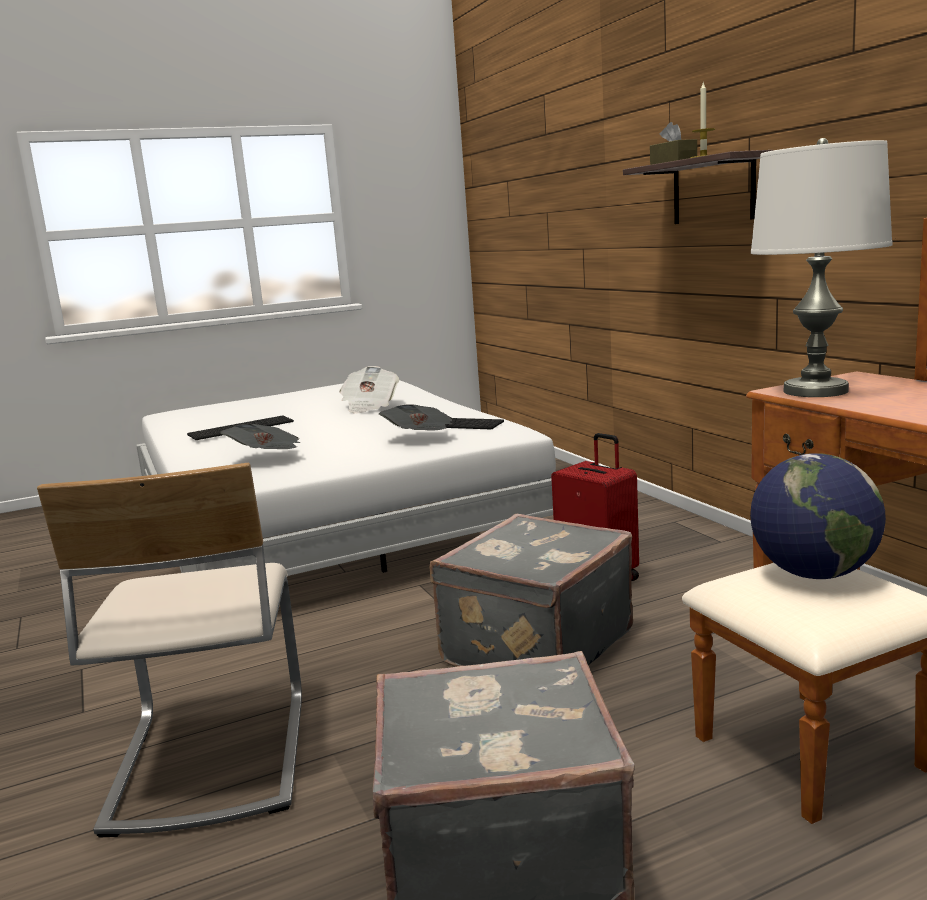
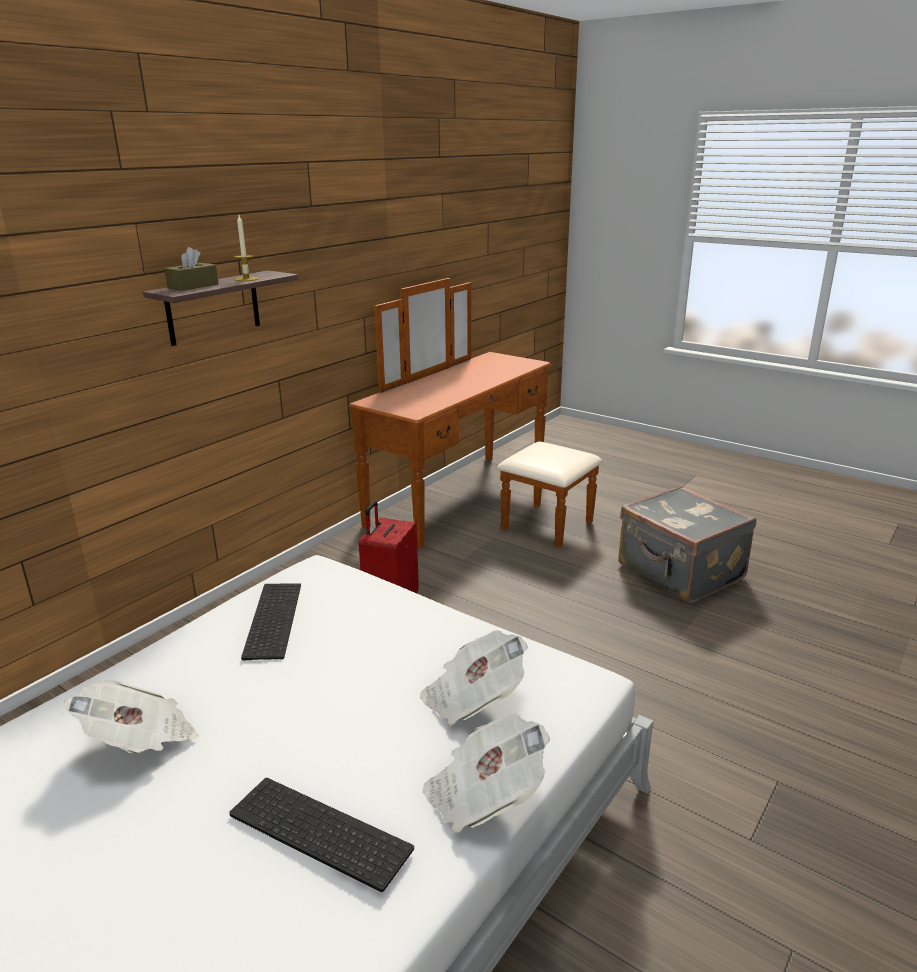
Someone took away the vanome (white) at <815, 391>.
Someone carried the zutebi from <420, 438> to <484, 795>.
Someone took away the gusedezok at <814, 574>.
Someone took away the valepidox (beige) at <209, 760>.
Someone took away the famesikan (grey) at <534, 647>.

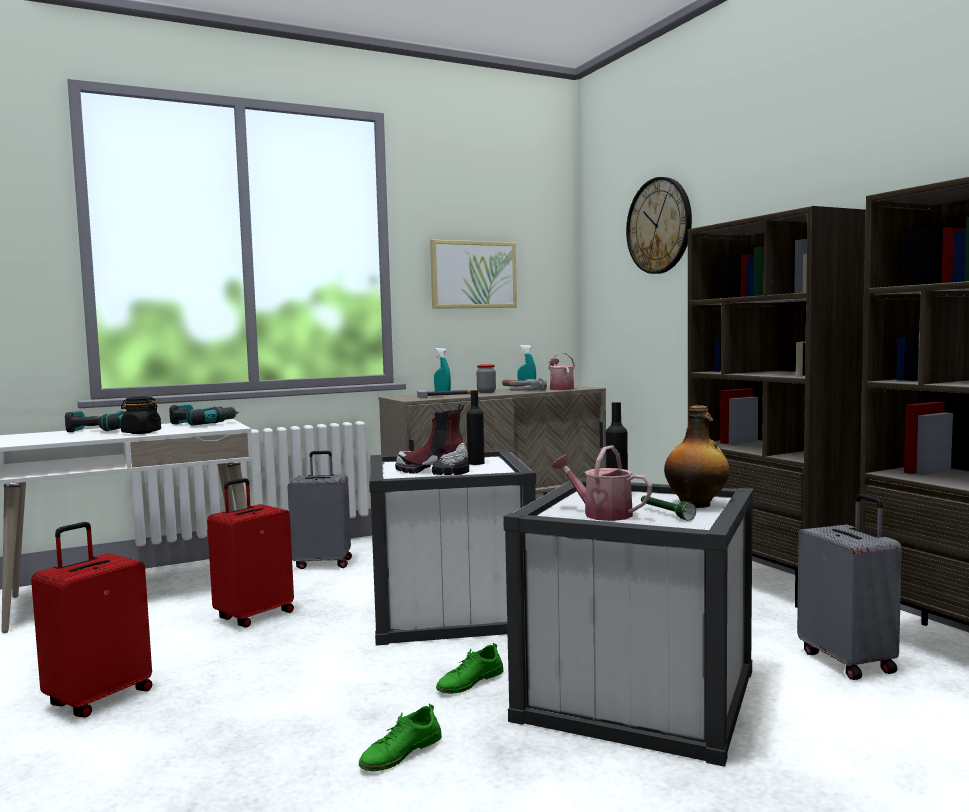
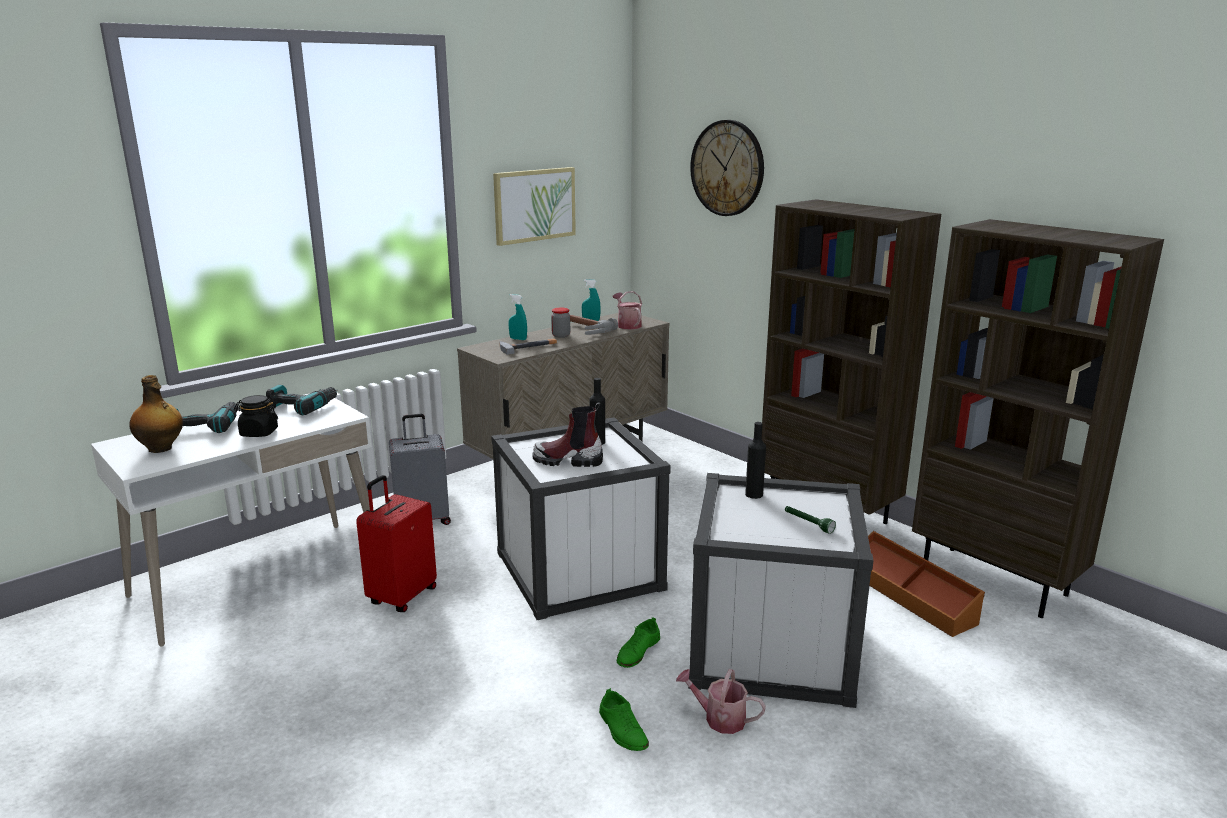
Someone carried the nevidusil from <696, 504> to <161, 448>.
Someone carried the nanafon from <601, 514> to <719, 718>.
Someone swapped the famesikan (grey) at <849, 661> for the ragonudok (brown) at <909, 595>.
Someone took away the famesikan (red) at <98, 698>.
Someone rotated the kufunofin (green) at <400, 752> by 60 degrees counterclockwise.

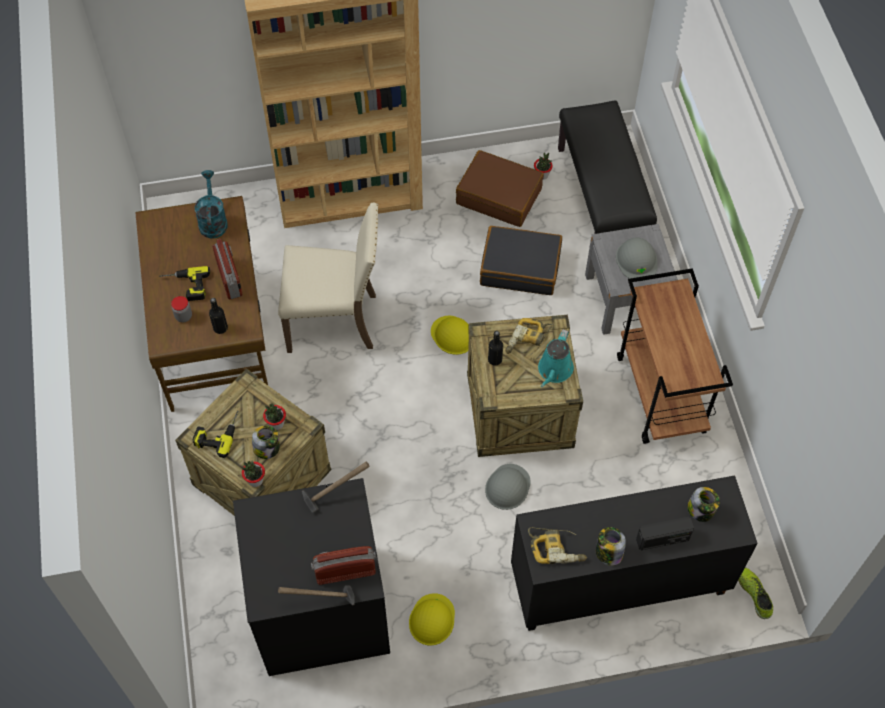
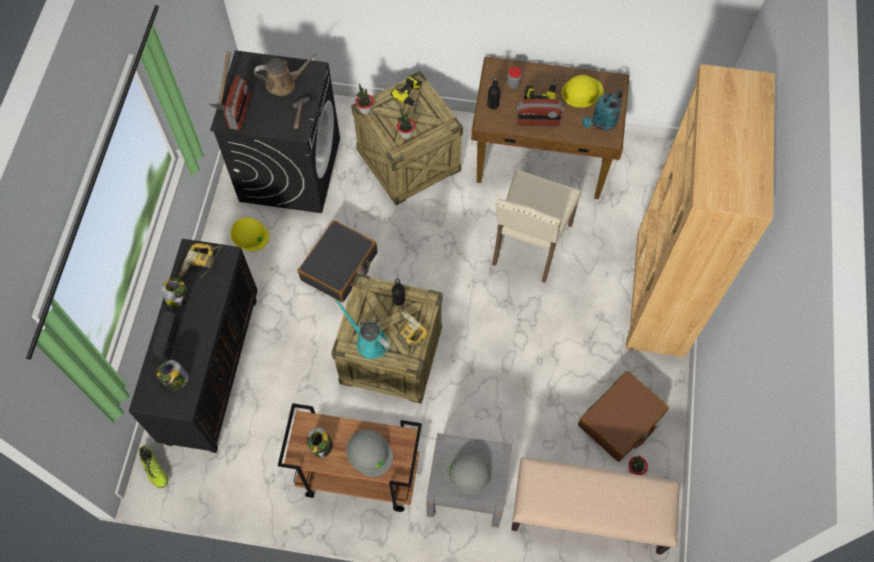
Someone repainted the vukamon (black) at <602, 200>, which became the vukamon (beige) at <587, 515>.
Someone rotated the nanafon (turquoise) at <212, 220> by 120 degrees clockwise.
Someone carried the famesikan (black) from <520, 267> to <339, 267>.
Someone carried the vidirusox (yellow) from <453, 335> to <582, 92>.
Someone carried the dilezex from <267, 448> to <321, 446>.
Someone carried the vidirusox (grey) from <507, 487> to <369, 452>.
Someone rotated the kufunofin at <754, 594> by 60 degrees clockwise.
Someone put down the nanafon (brown) at <284, 83>.

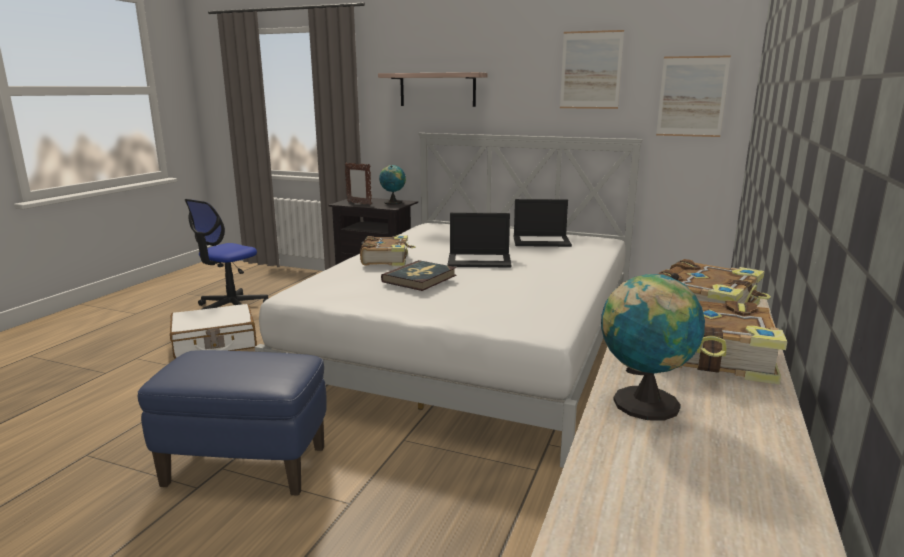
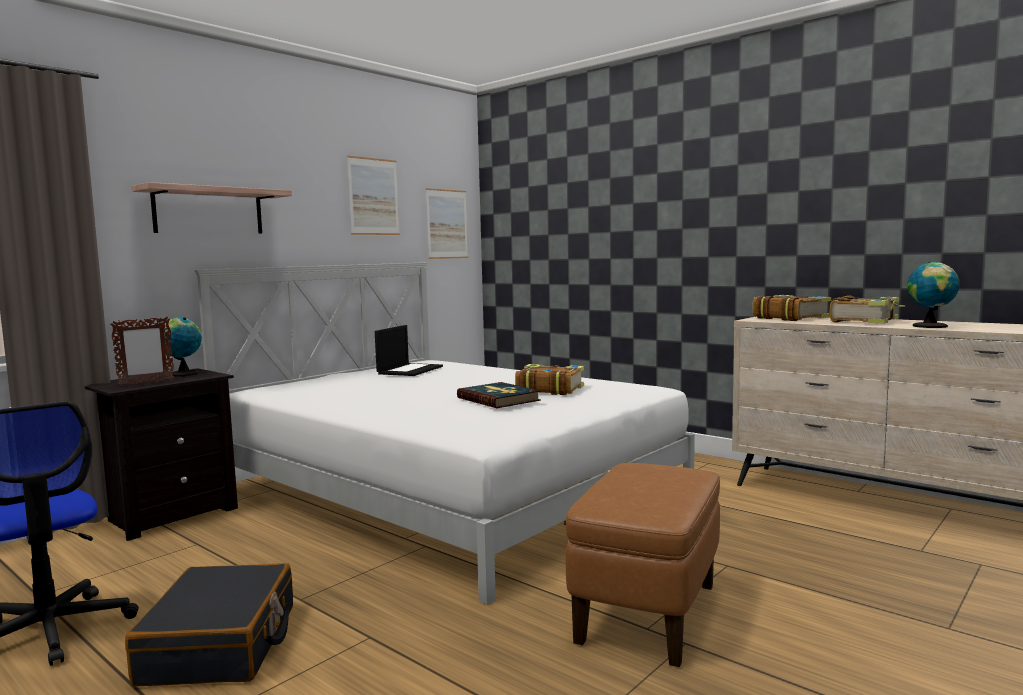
Someone took away the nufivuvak at <480, 260>.
Someone carried the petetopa from <386, 259> to <549, 389>.
Someone repainted the famesikan (white) at <215, 343>, which became the famesikan (black) at <221, 644>.
Someone repainted the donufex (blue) at <245, 466>, which became the donufex (brown) at <648, 614>.

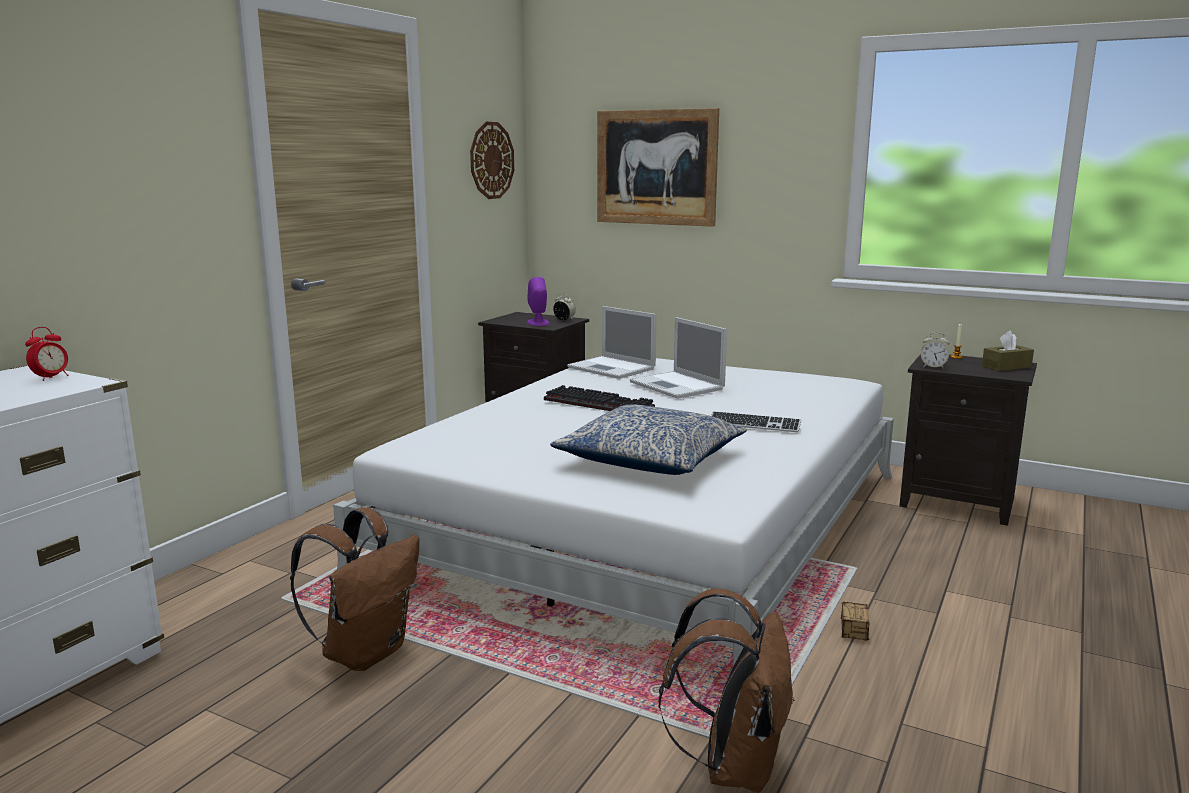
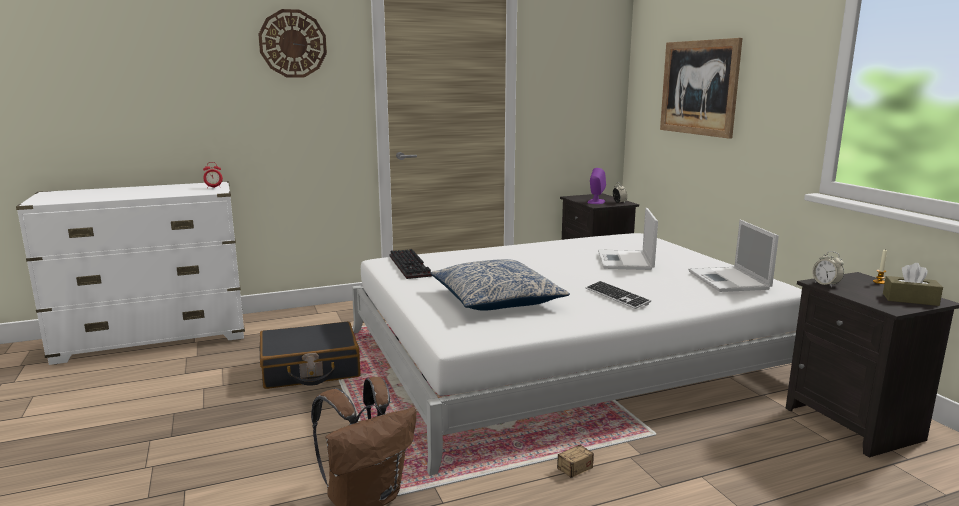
Someone carried the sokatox from <491, 160> to <293, 43>.
Someone carried the nufivuvak from <612, 368> to <729, 280>.
Someone carried the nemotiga from <601, 404> to <411, 266>.
Someone swapped the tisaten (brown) at <365, 652> for the famesikan (black) at <310, 369>.

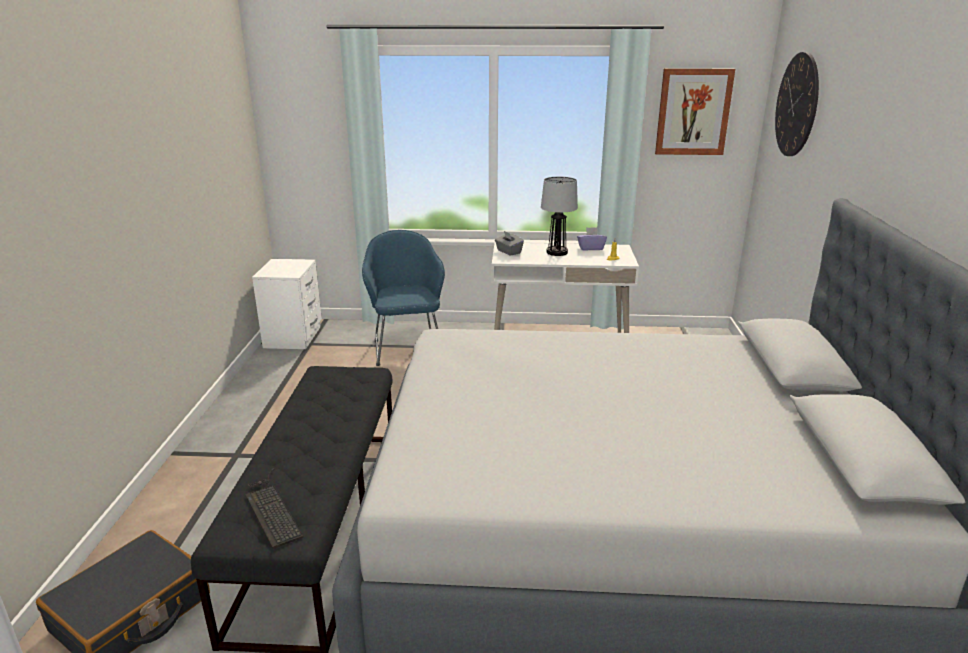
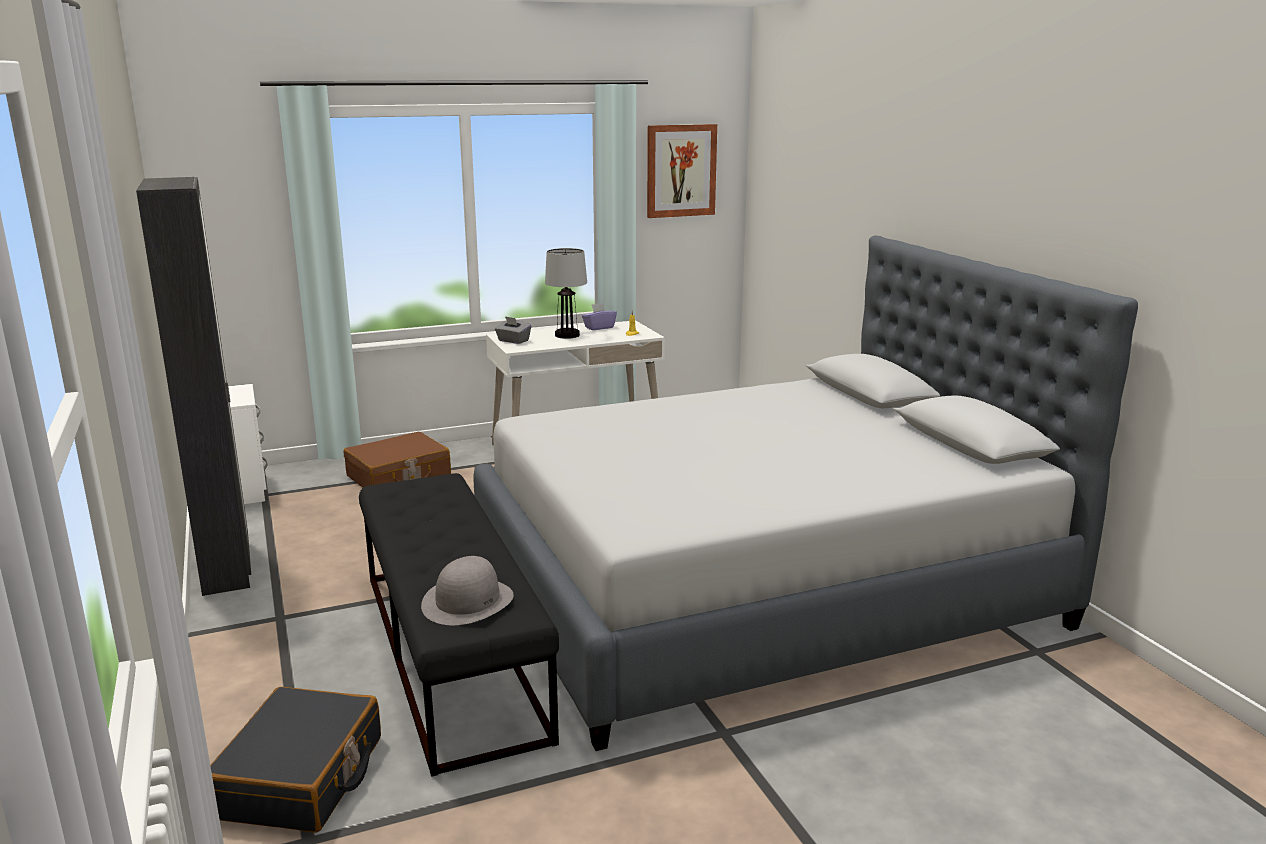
Someone took away the sokatox at <797, 105>.
Someone swapped the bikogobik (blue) at <407, 347> for the famesikan (brown) at <399, 477>.
Someone swapped the nemotiga at <271, 508> for the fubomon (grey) at <468, 601>.
Someone put down the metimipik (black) at <227, 567>.

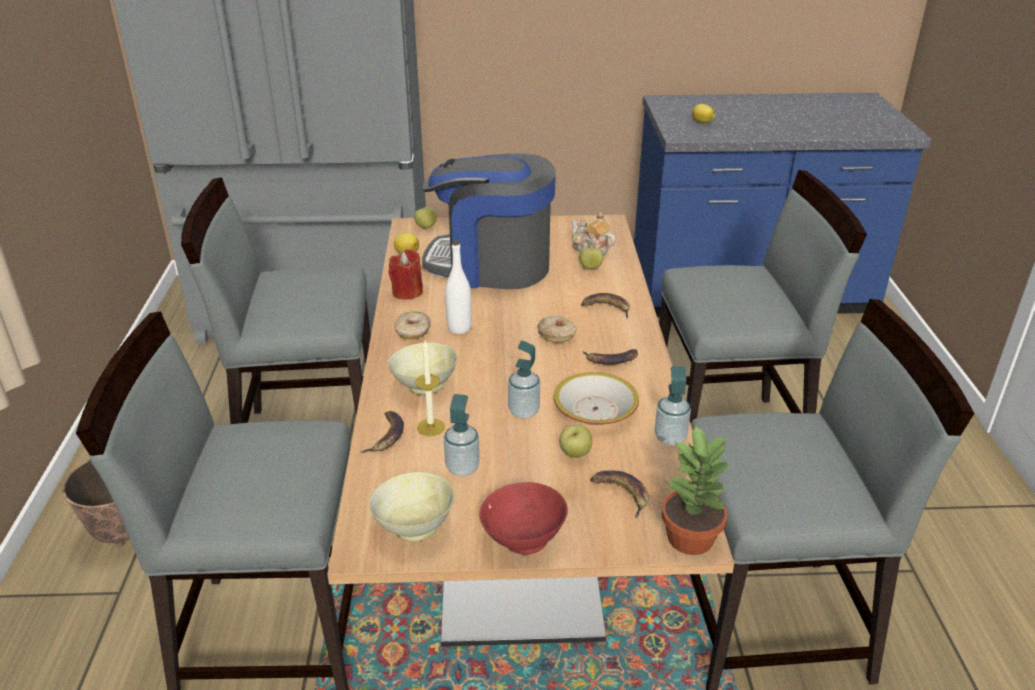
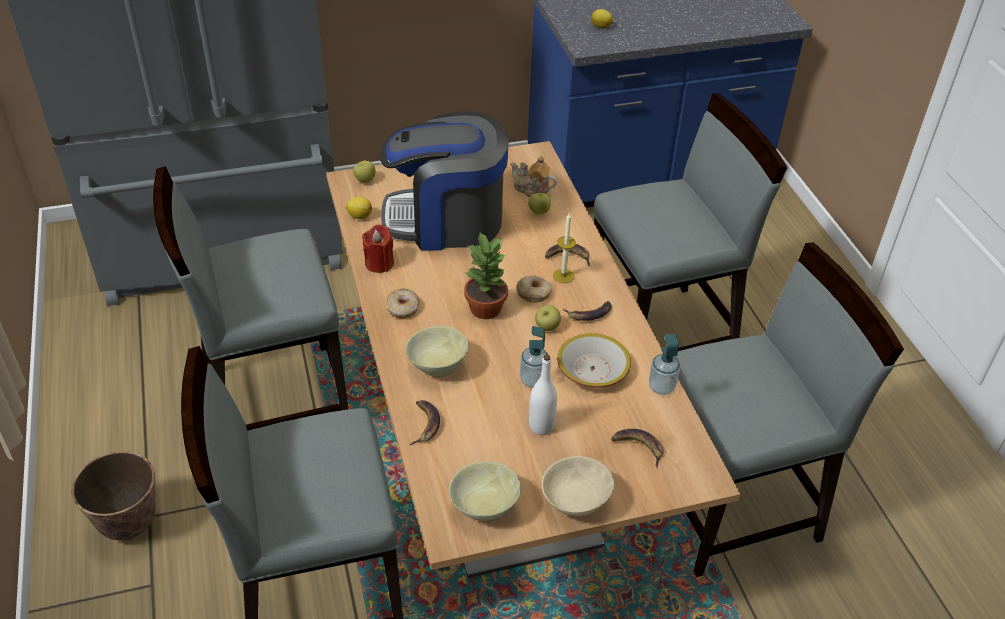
Someone carried the nevidusil (white) from <459, 328> to <541, 426>.
Someone carried the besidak from <430, 427> to <563, 276>.
Someone took away the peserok at <462, 468>.
Someone carried the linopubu from <691, 537> to <486, 308>.
Someone carried the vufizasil from <575, 454> to <547, 327>.
Someone repainted the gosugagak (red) at <523, 538>, which became the gosugagak (beige) at <574, 502>.

